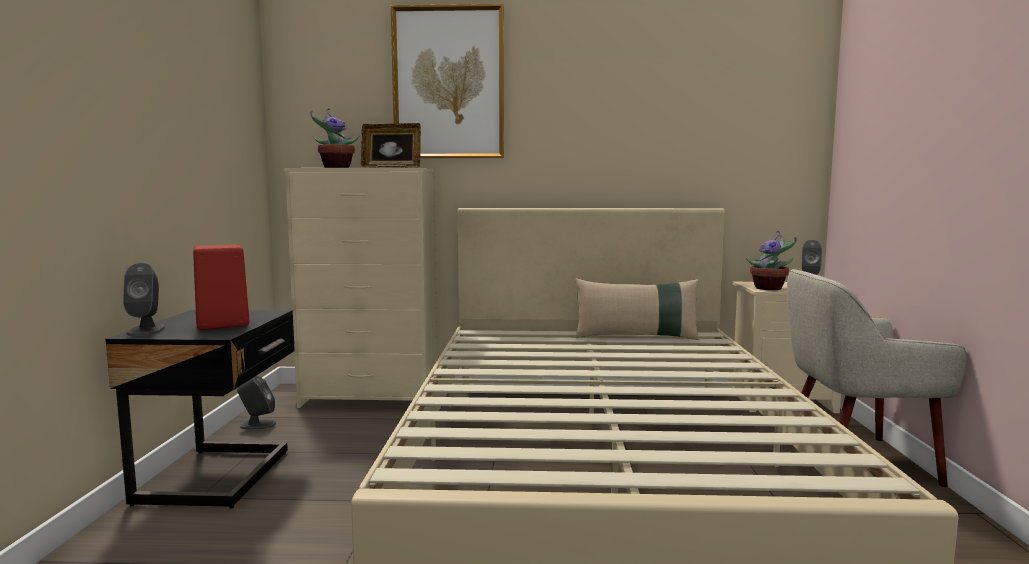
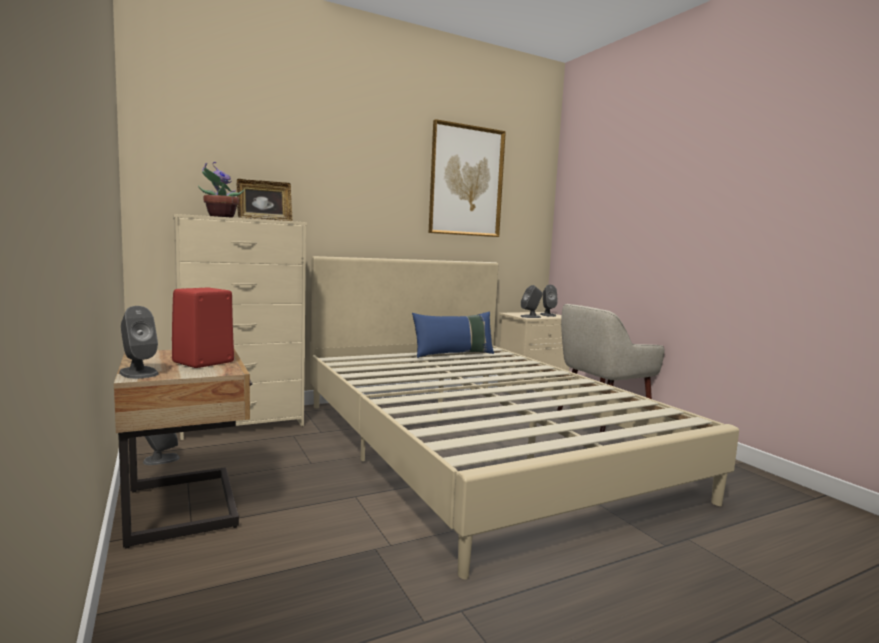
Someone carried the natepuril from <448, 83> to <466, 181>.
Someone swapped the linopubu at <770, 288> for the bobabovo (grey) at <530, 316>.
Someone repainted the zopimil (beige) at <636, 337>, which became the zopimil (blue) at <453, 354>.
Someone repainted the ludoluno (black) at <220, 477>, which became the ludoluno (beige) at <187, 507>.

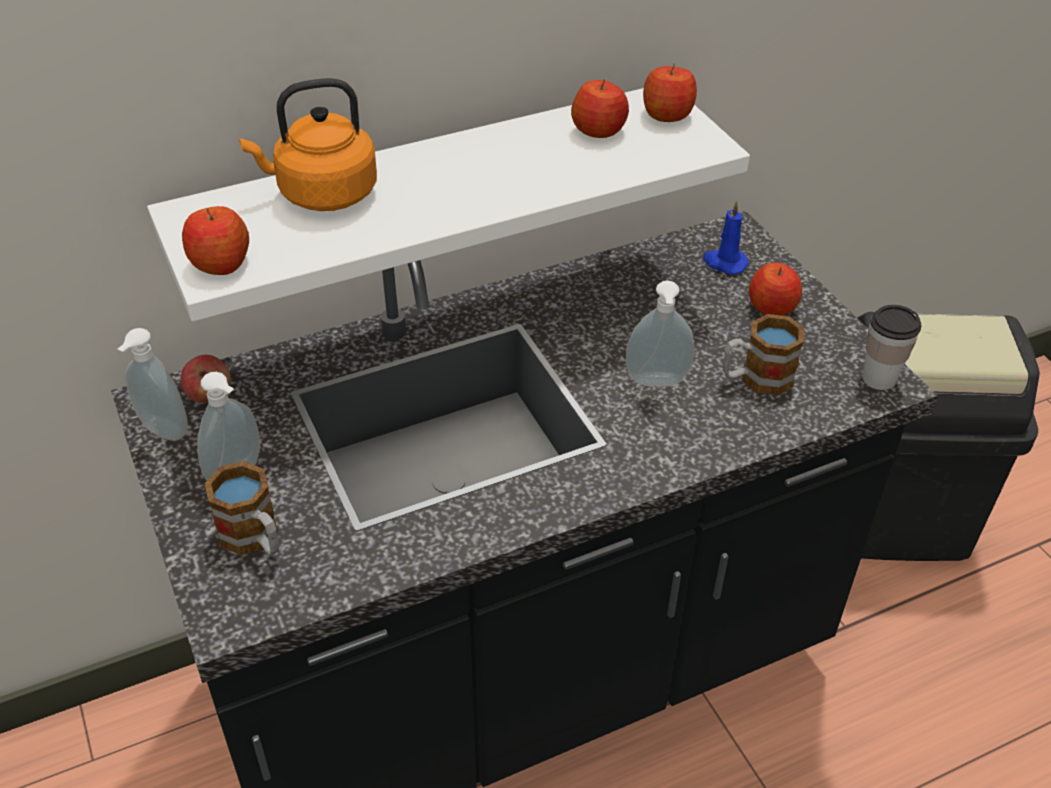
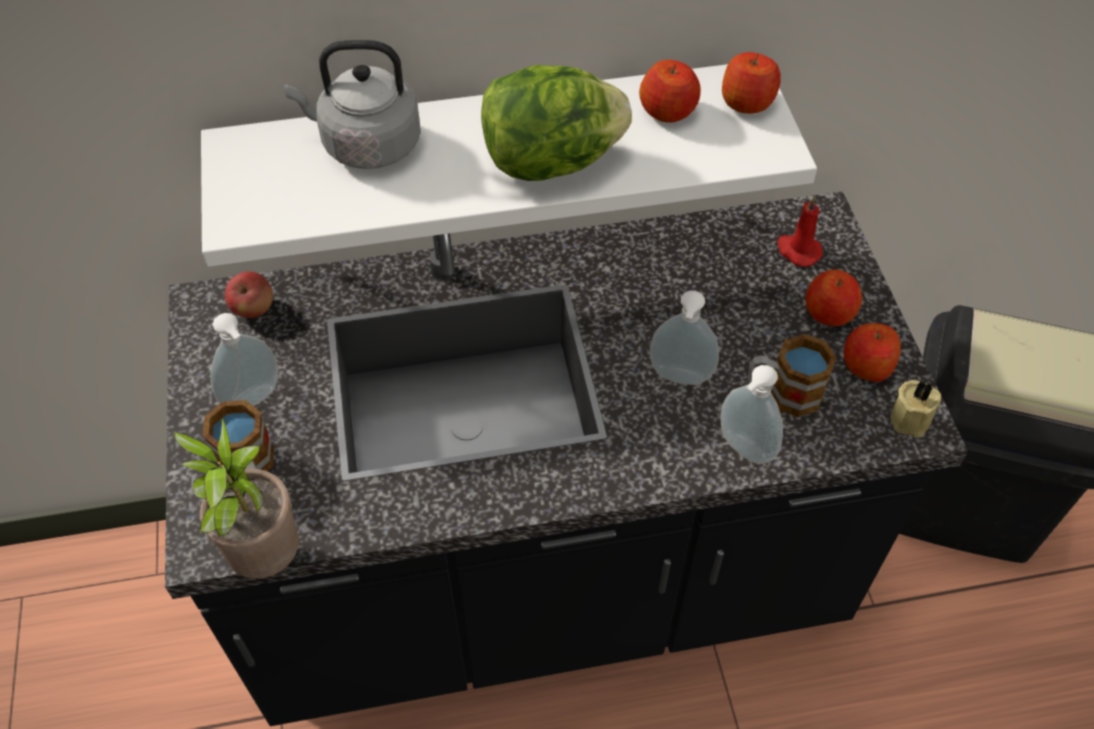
Someone repainted the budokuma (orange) at <322, 194>, which became the budokuma (grey) at <366, 145>.
Someone repainted the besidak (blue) at <724, 263>, which became the besidak (red) at <797, 250>.
Someone carried the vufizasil from <220, 263> to <866, 365>.
Someone swapped the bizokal at <879, 378> for the besidak (beige) at <912, 418>.
Someone carried the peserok from <162, 432> to <742, 450>.
Someone put down the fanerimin at <551, 161>.
Someone put down the linopubu at <264, 556>.

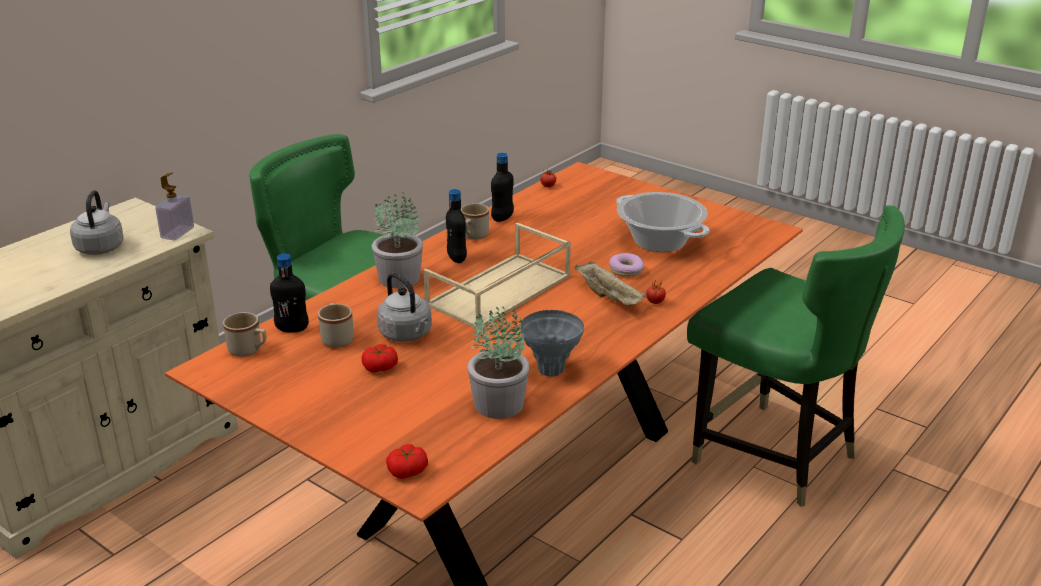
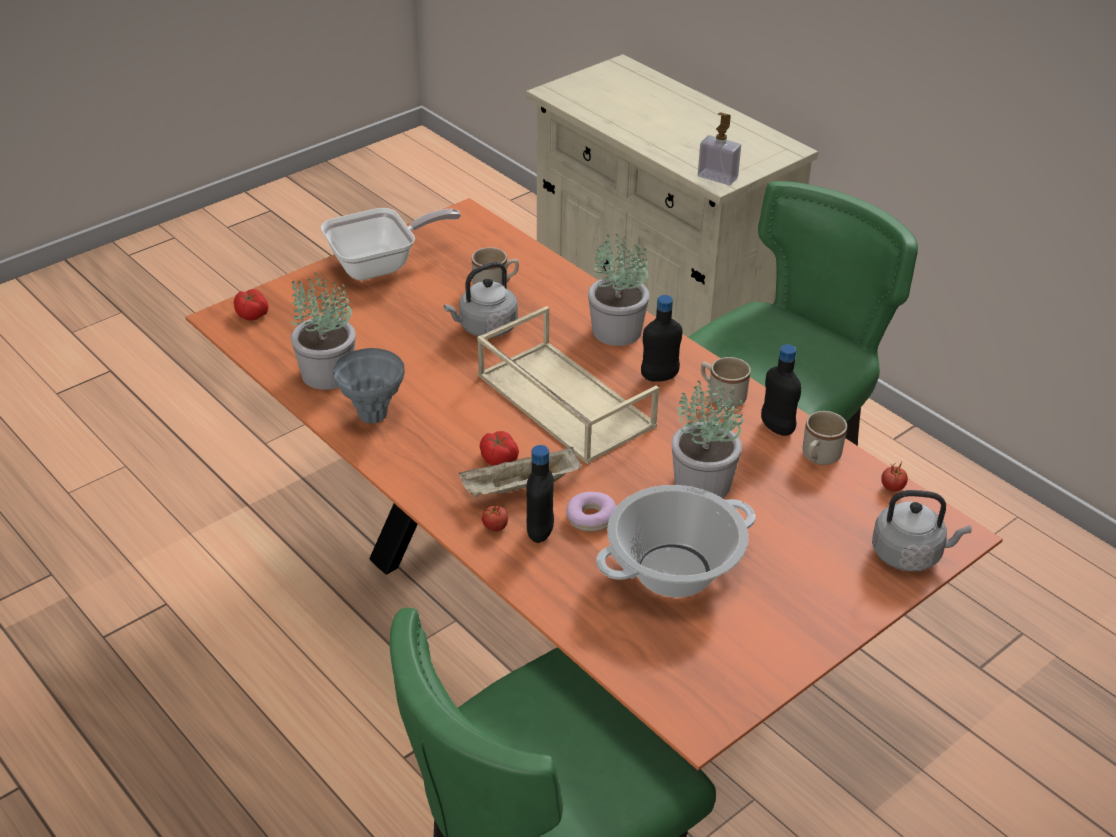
Someone carried the budokuma (grey) from <100, 247> to <910, 554>.
Someone carried the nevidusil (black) from <292, 329> to <540, 532>.
Someone carried the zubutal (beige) from <249, 350> to <818, 458>.
Someone carried the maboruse from <380, 367> to <498, 458>.
Someone put down the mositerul at <381, 265>.
Someone put down the linopubu at <704, 483>.

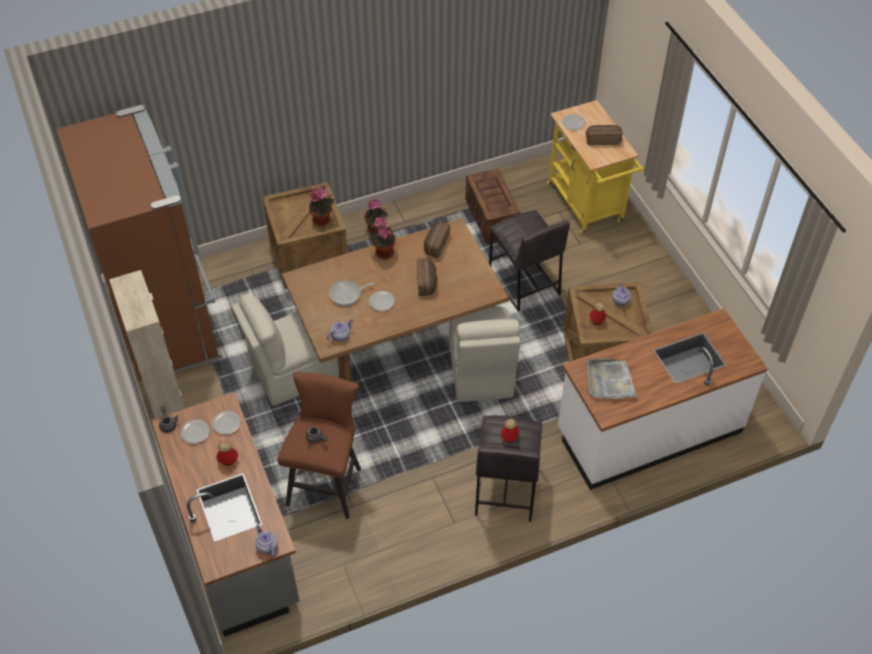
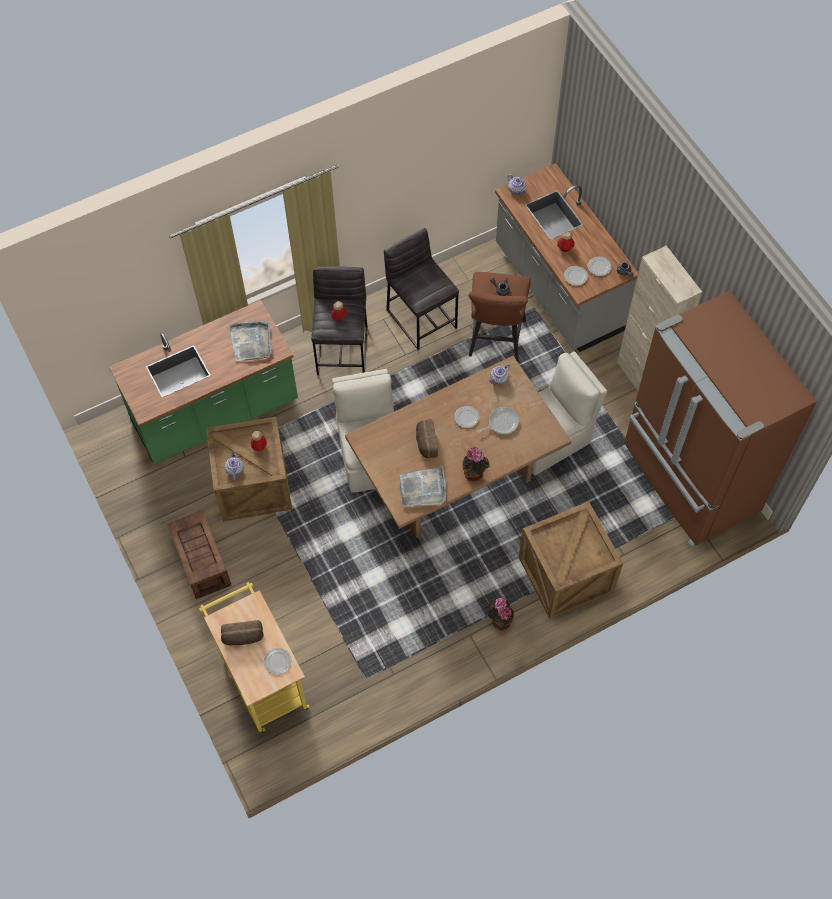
Someone carried the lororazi from <492, 218> to <201, 561>.
Someone took away the linopubu at <323, 221>.
Someone carried the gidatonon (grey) from <523, 283> to <421, 318>.
Someone swapped the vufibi at <435, 244> for the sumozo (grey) at <423, 489>.
Someone repainted the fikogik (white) at <648, 430>, which became the fikogik (green) at <215, 413>.

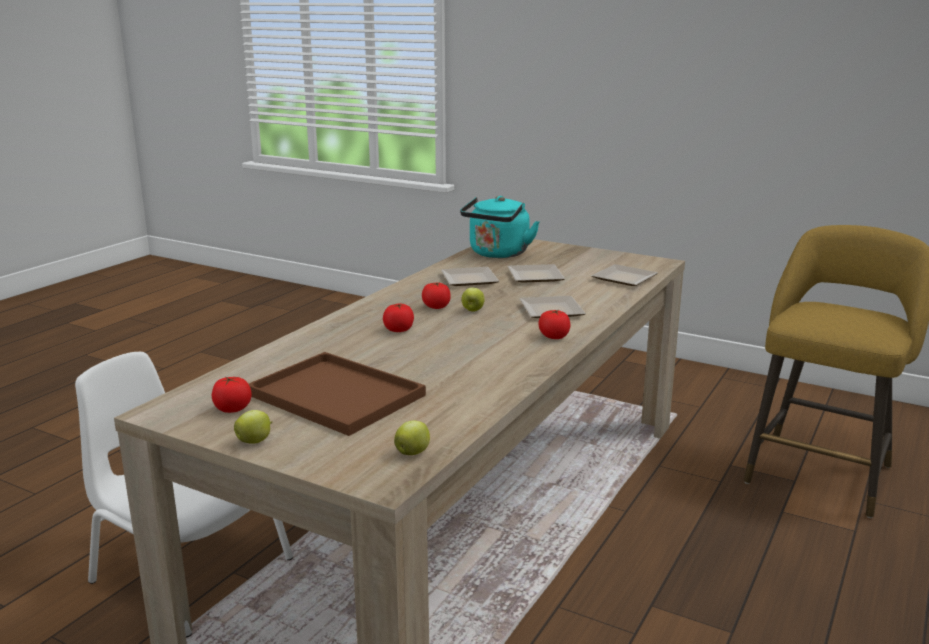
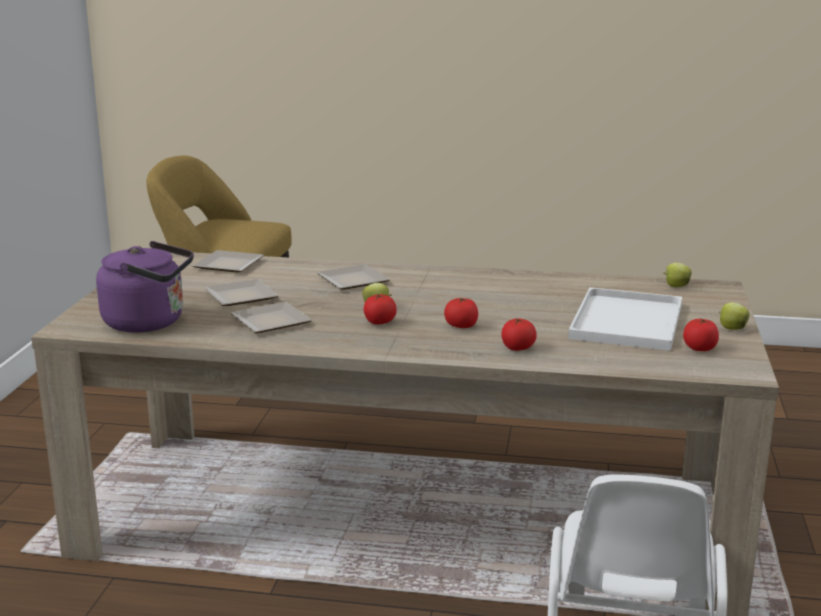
Someone repainted the budokuma (turquoise) at <498, 254>, which became the budokuma (purple) at <149, 322>.
Someone carried the maboruse from <554, 337> to <518, 348>.
Someone repainted the sumozo (brown) at <339, 395>, which became the sumozo (white) at <625, 320>.

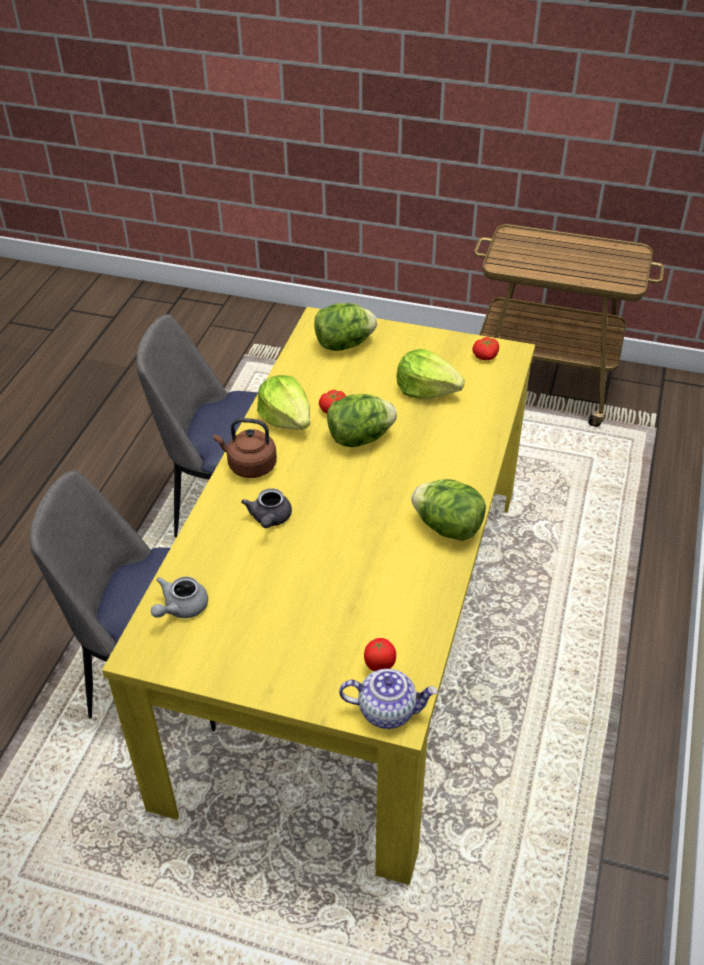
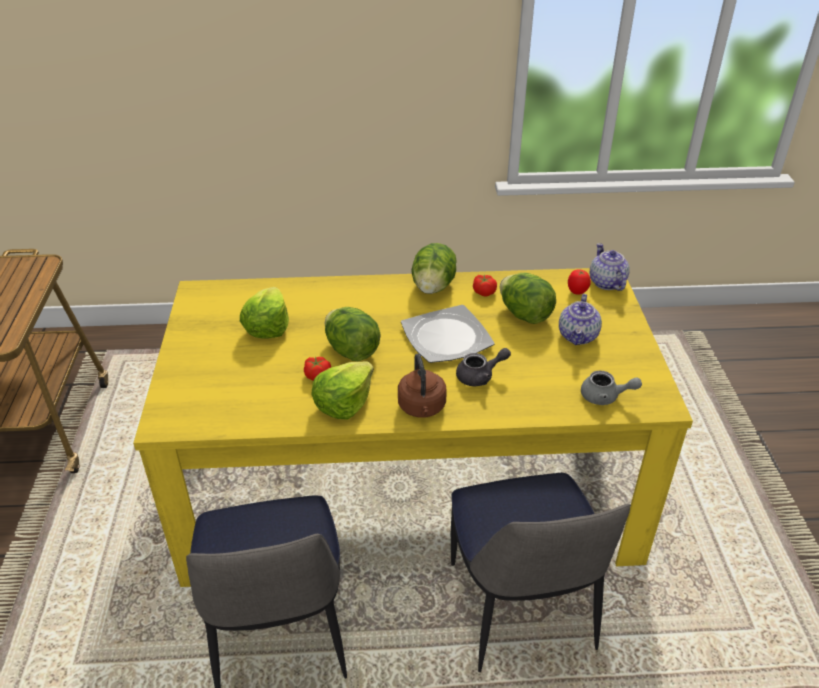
Someone carried the fanerimin from <344, 344> to <525, 315>.
Someone carried the maboruse from <485, 356> to <484, 292>.
Someone put down the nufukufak at <578, 336>.
Someone put down the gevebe at <446, 338>.

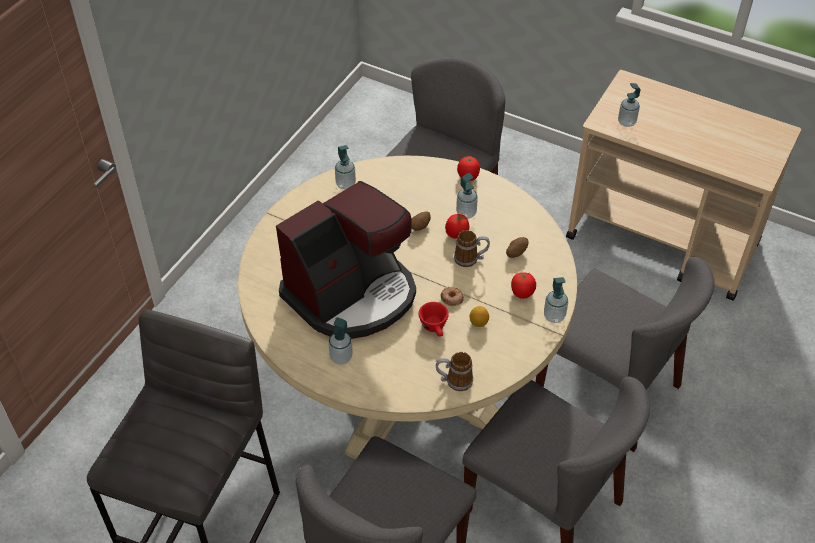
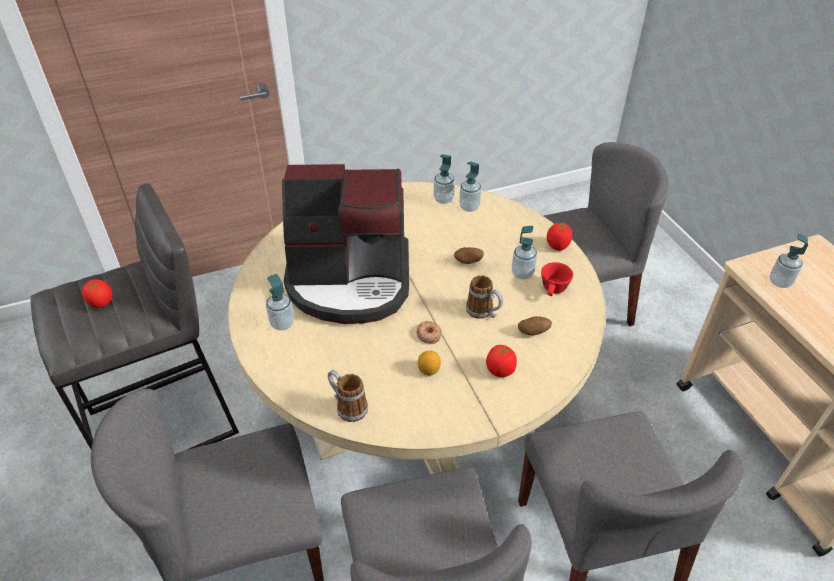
Someone carried the maboruse from <456, 234> to <101, 303>.
Someone carried the peserok from <554, 316> to <469, 207>.
Someone carried the bizokal (red) from <435, 328> to <553, 290>.

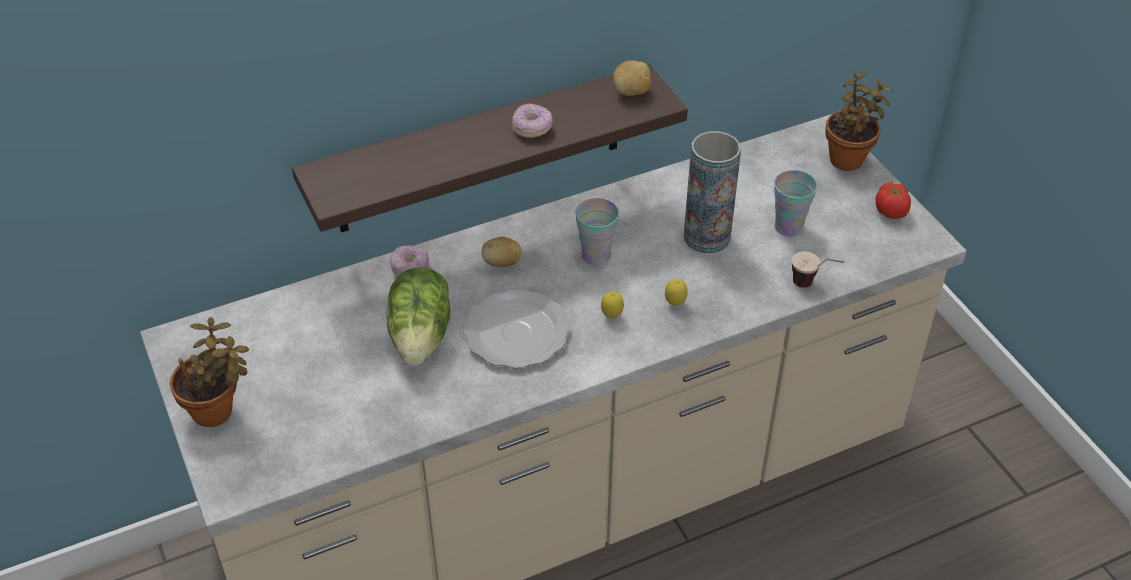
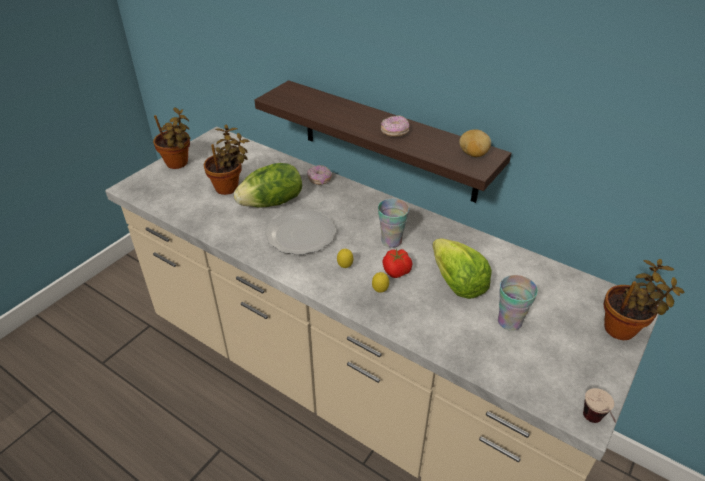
Someone swapped the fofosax at <706, 237> for the fanerimin at <456, 283>.
Someone carried the maboruse from <891, 212> to <397, 272>.
Someone took away the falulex at <502, 263>.
Someone carried the bizokal from <813, 286> to <595, 425>.
Someone put down the linopubu at <229, 187>.

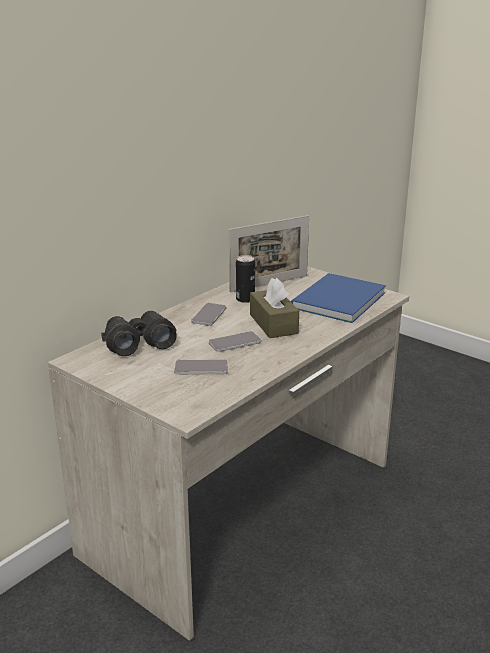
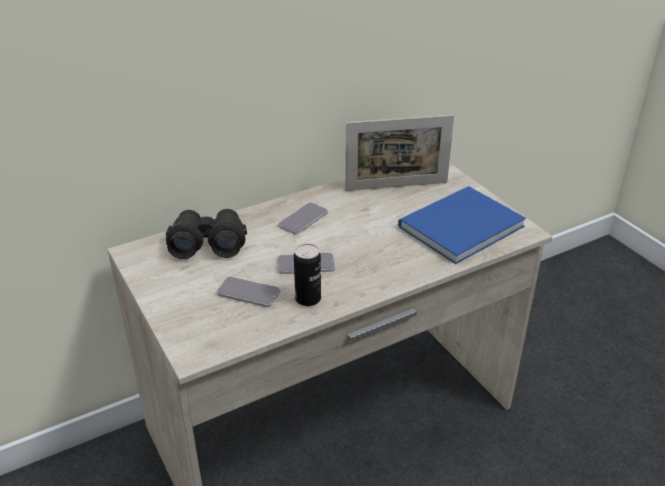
Someone carried the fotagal from <245, 299> to <308, 299>.
Someone took away the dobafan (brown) at <273, 324>.

